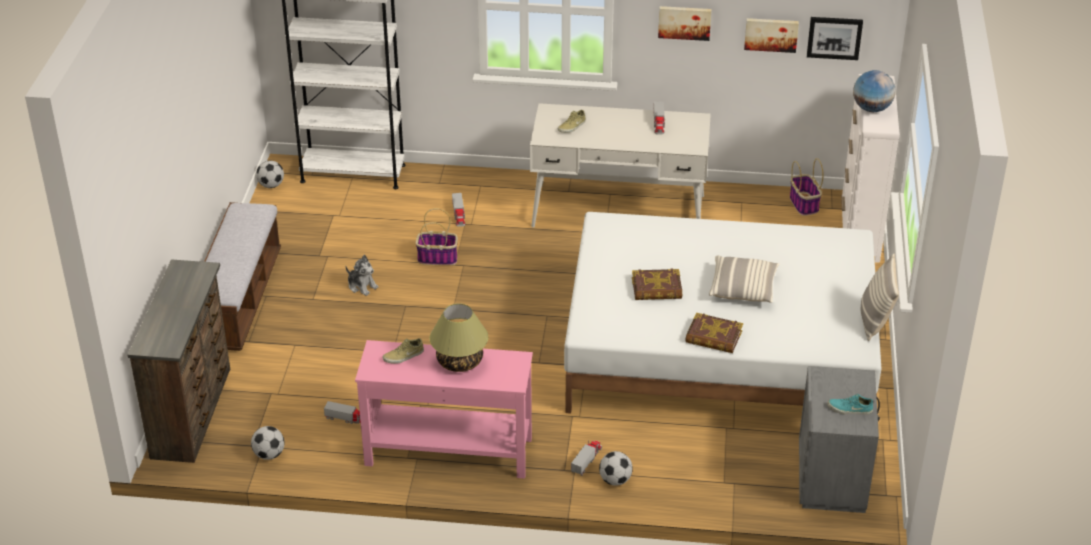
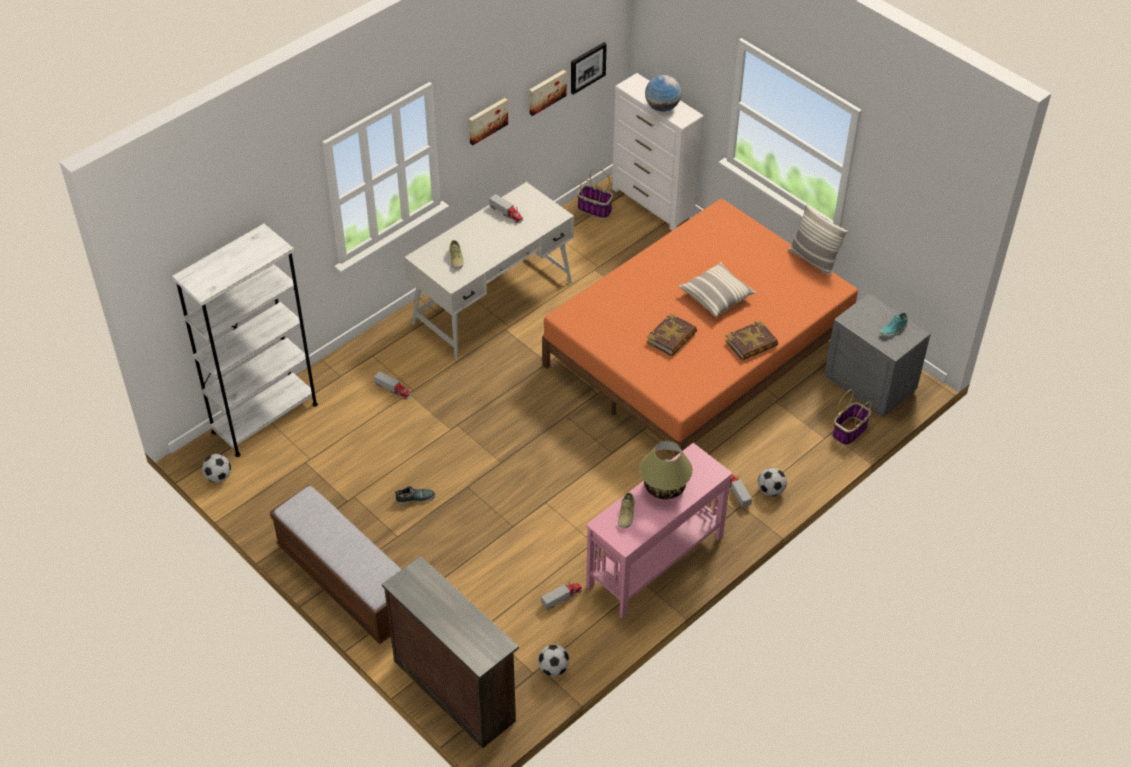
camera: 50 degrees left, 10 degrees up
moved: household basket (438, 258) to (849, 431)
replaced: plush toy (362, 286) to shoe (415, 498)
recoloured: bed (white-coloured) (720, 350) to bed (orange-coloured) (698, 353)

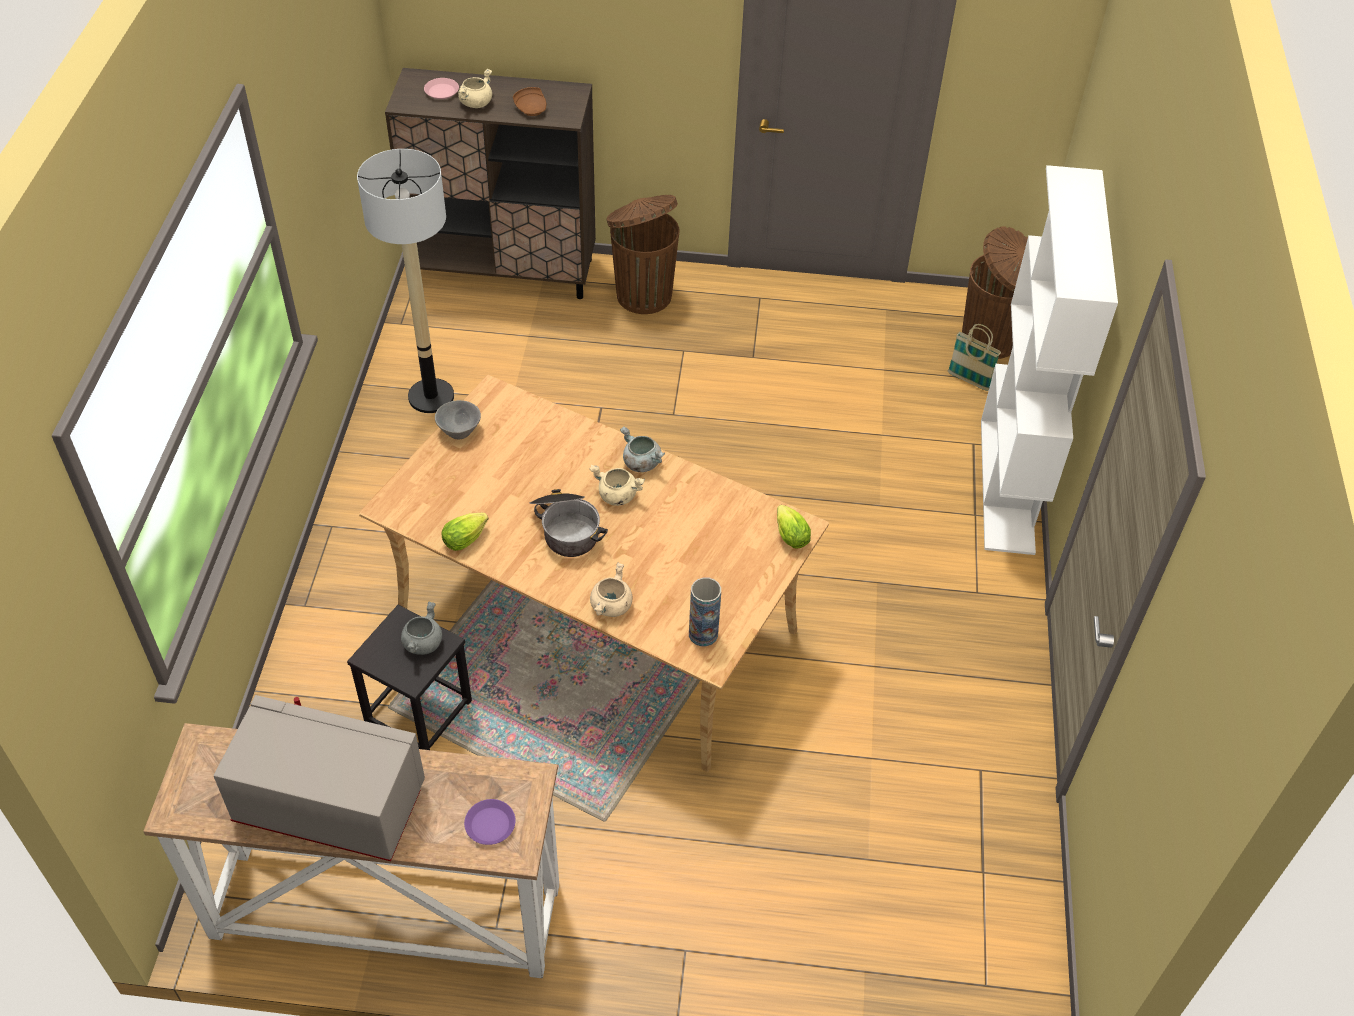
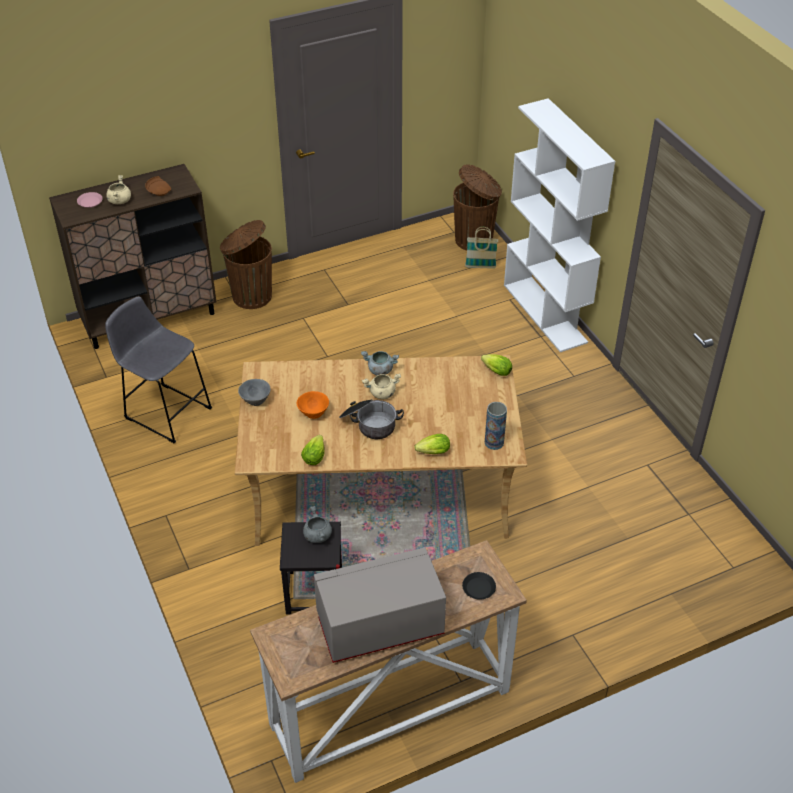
camera: 30 degrees left, 5 degrees down
added: deep dish (orange-coloured) (314, 412)
replaced: standing lamp (431, 396) to stool (greyish) (165, 411); stockpot (beige-coloured) (611, 607) to lettuce head (431, 452)
recoloured: plate (purple-coloured) (490, 824) to plate (black) (479, 588)

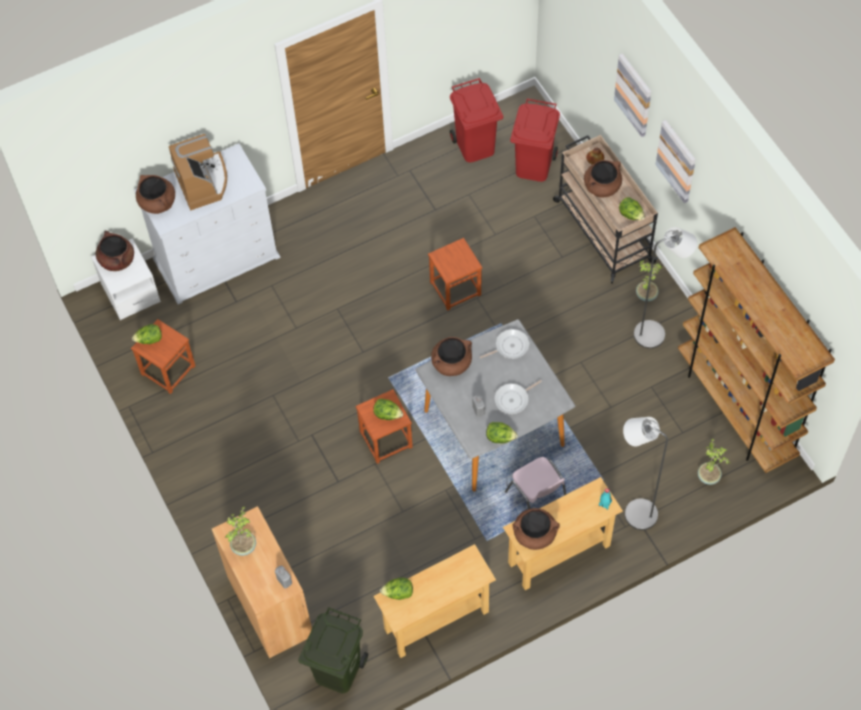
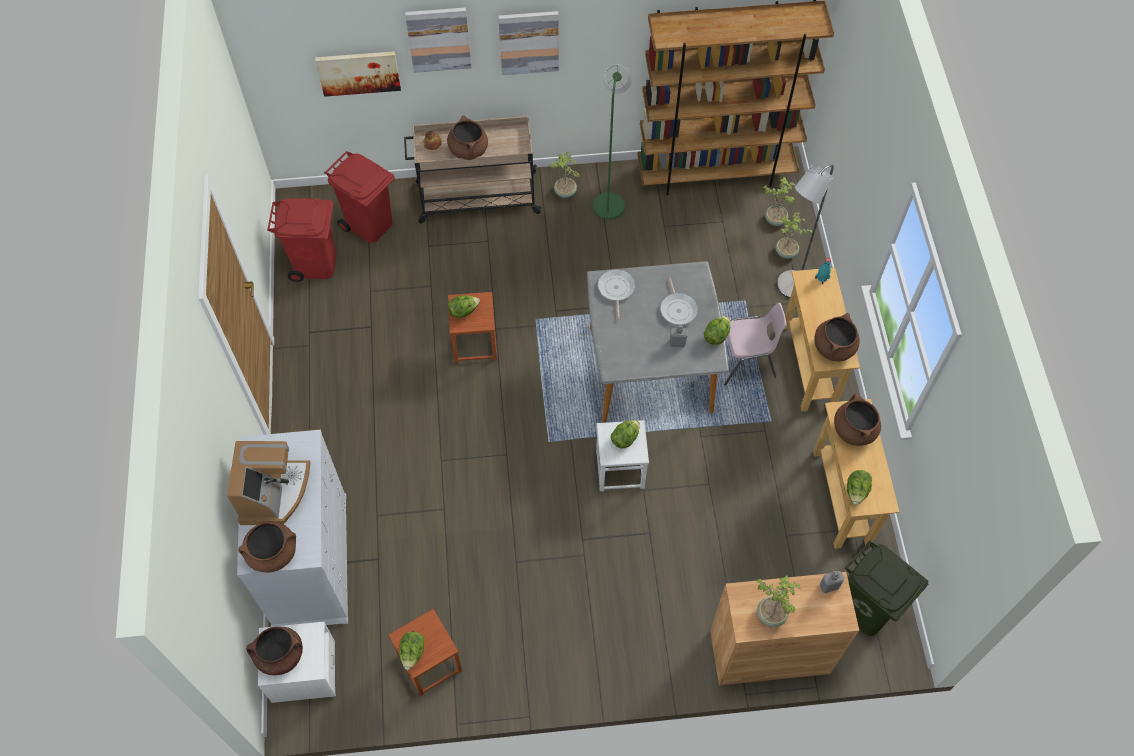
camera: 70 degrees left, 0 degrees up
added: wall art (358, 72); plant in a pot (786, 253)
moved: lettuce head (631, 215) to (463, 311); stockpot (brown-coloured) (451, 363) to (854, 430)
recoloured: standing lamp (greyish) (655, 333) to standing lamp (green-coloured) (610, 201); stool (brown-coloured) (386, 439) to stool (white-coloured) (620, 469)
turned: coffee maker (203, 182) = (274, 493) 90 degrees clockwise

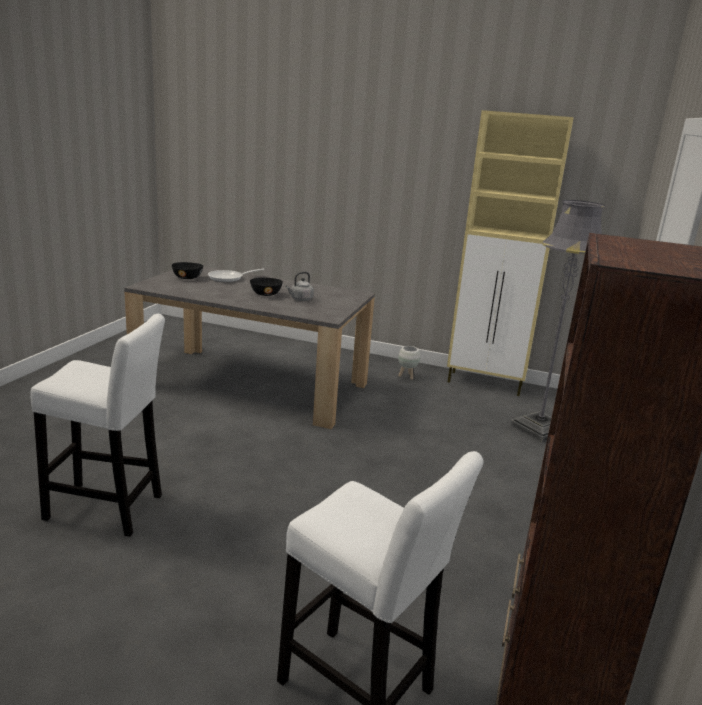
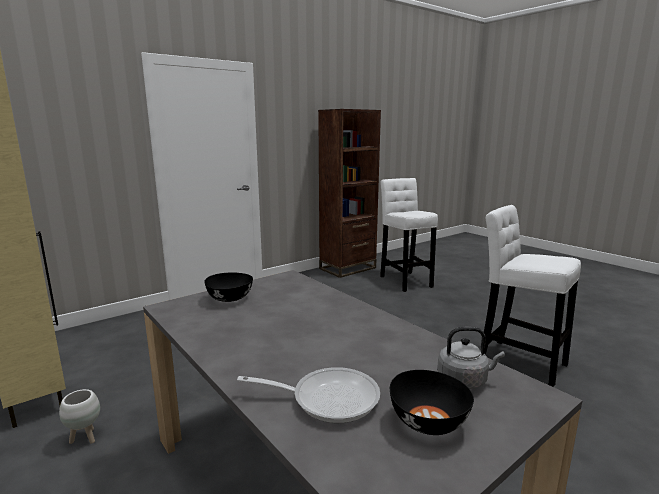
camera: 145 degrees left, 5 degrees down
removed: standing lamp (greyish) (539, 429)
moved: tea kettle (greyish) (300, 299) to (464, 380); deep dish (black) (266, 294) to (229, 298)

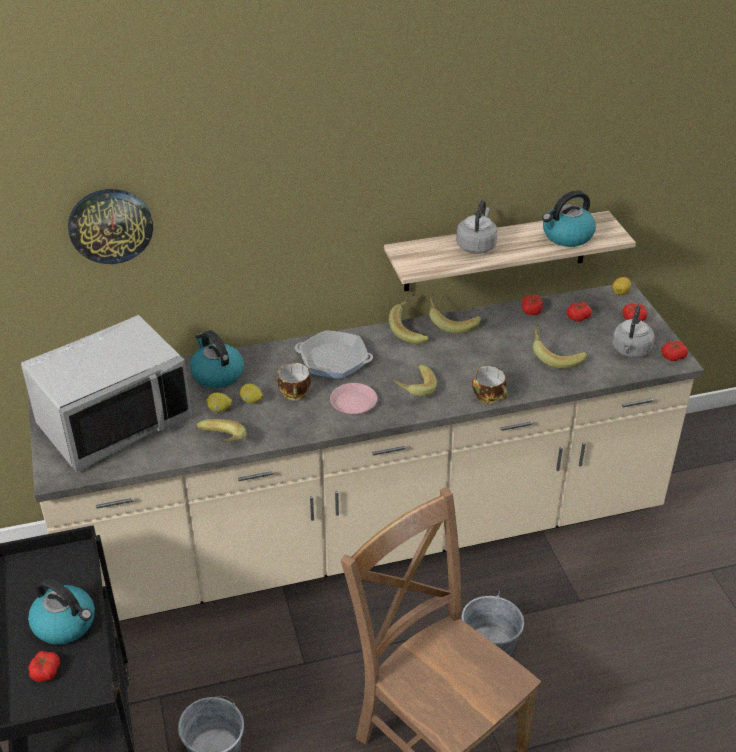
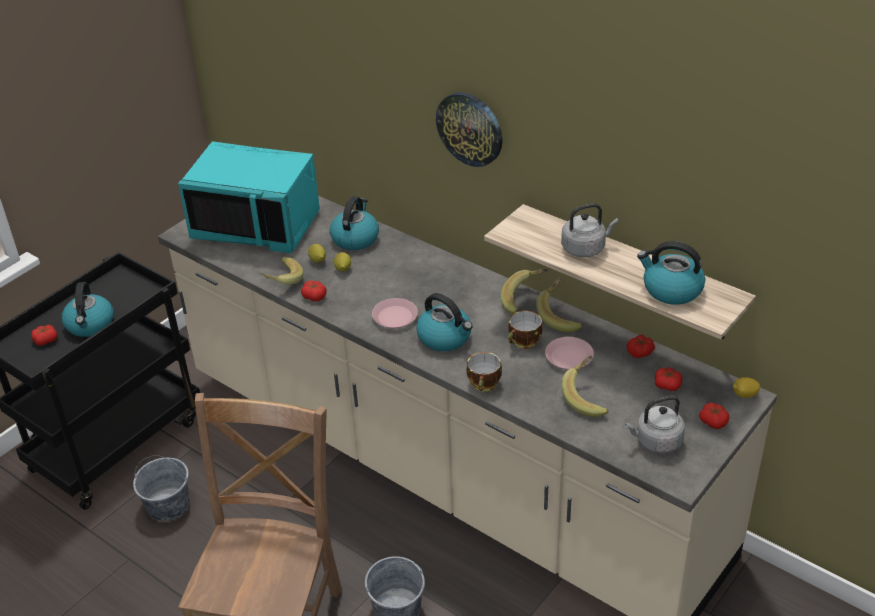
camera: 55 degrees right, 0 degrees up
removed: skillet (333, 360)
added: plate (pink-coloured) (568, 357)
moved: hanging clock (110, 225) to (470, 128); whole tomato (673, 356) to (314, 296); drinking cup (295, 394) to (524, 342)
replaced: banana (411, 389) to tea kettle (445, 337)
recoloured: microwave (greyish) (114, 421) to microwave (blue-green) (257, 225)

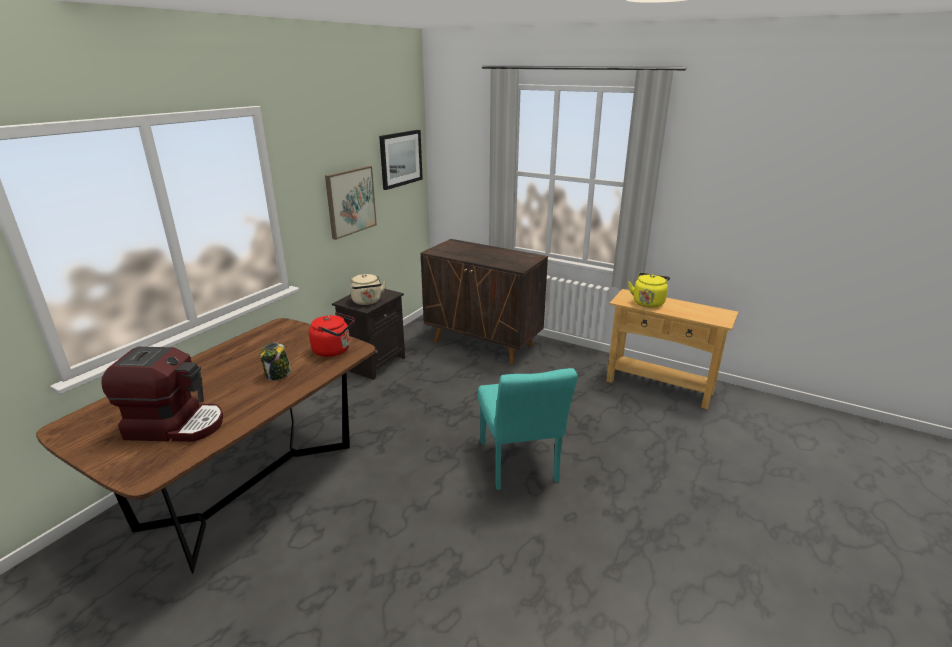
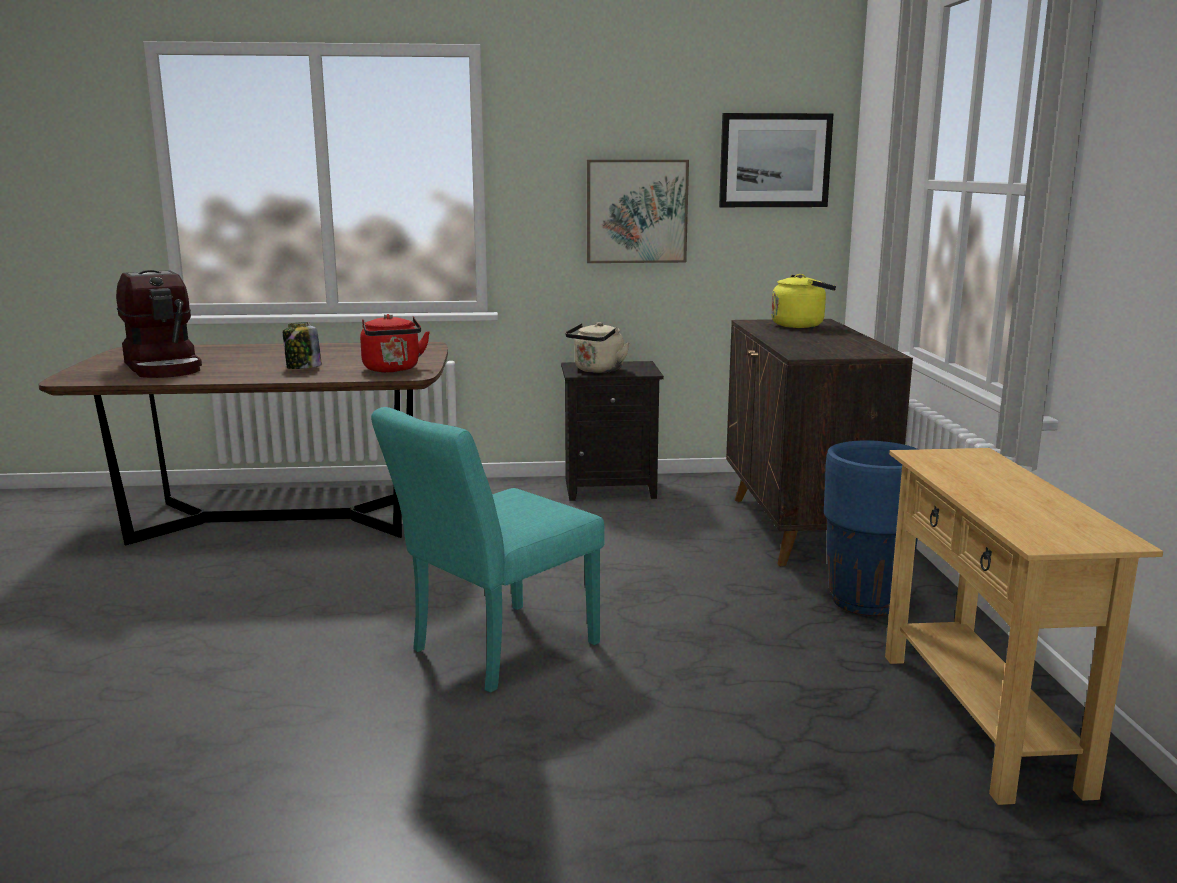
camera: 55 degrees right, 10 degrees down
added: planter (blue) (866, 602)
moved: tea kettle (yellow-coloured) (648, 302) to (800, 325)

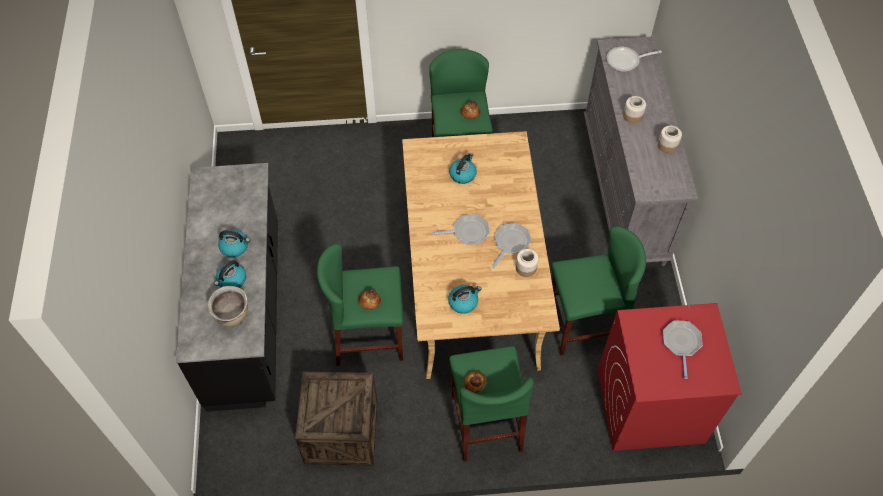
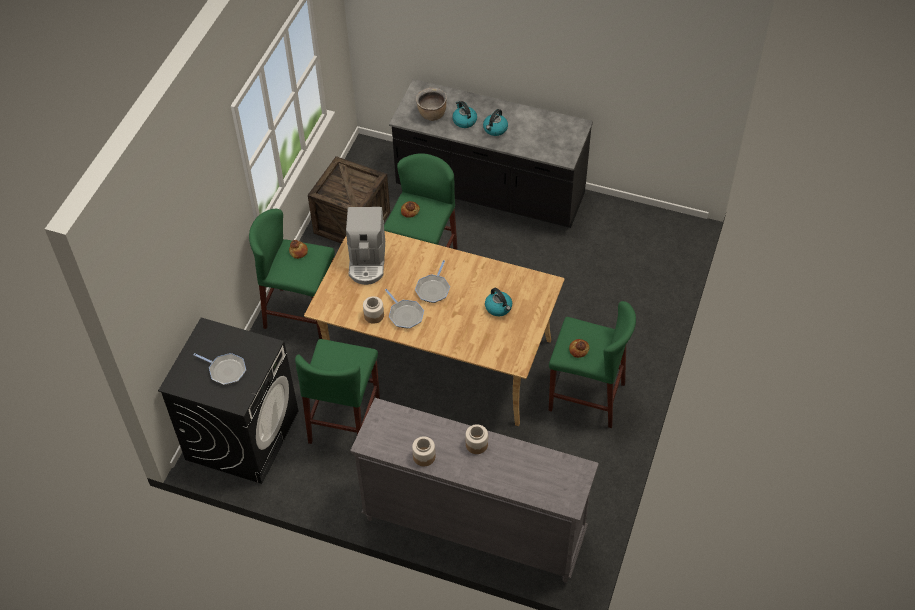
camera: 115 degrees right, 5 degrees down
removed: skillet (626, 61)
replaced: tea kettle (463, 302) to coffee maker (367, 261)
recoloured: washing machine (red-coloured) (649, 405) to washing machine (black) (242, 434)

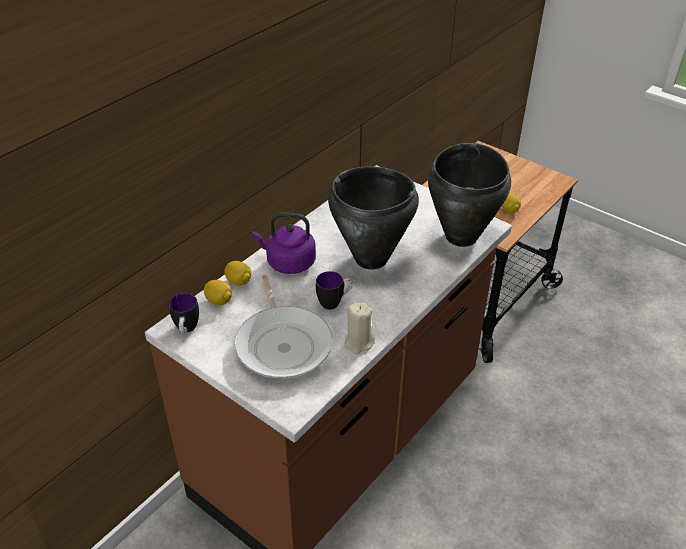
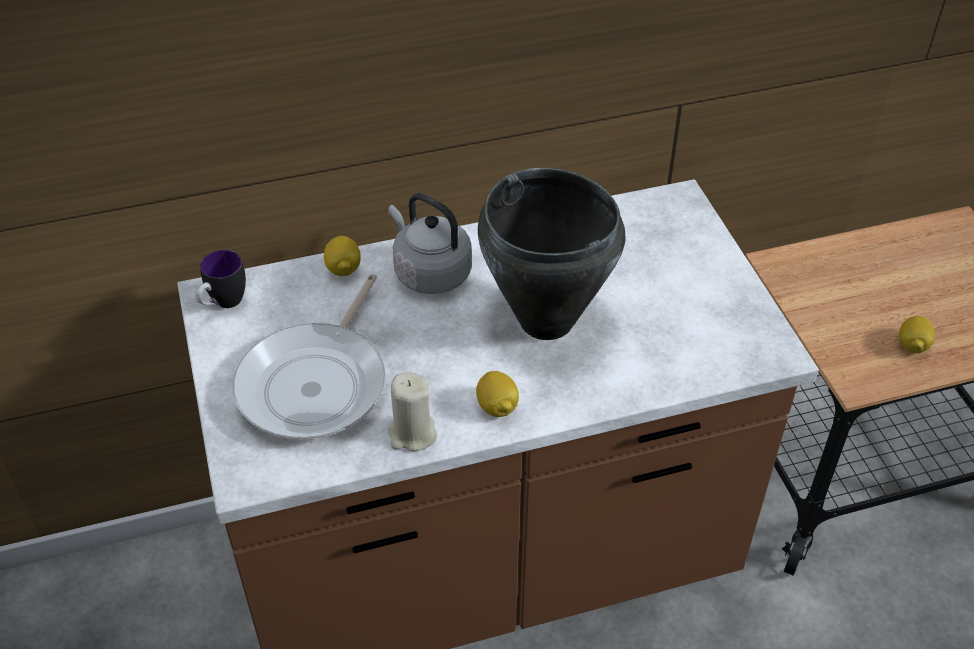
camera: 35 degrees right, 5 degrees up
removed: stockpot (black) (462, 236); tea mug (334, 302)
moved: lemon (219, 301) to (497, 407)
recoloured: tea kettle (purple-coloured) (288, 263) to tea kettle (greyish) (429, 272)

